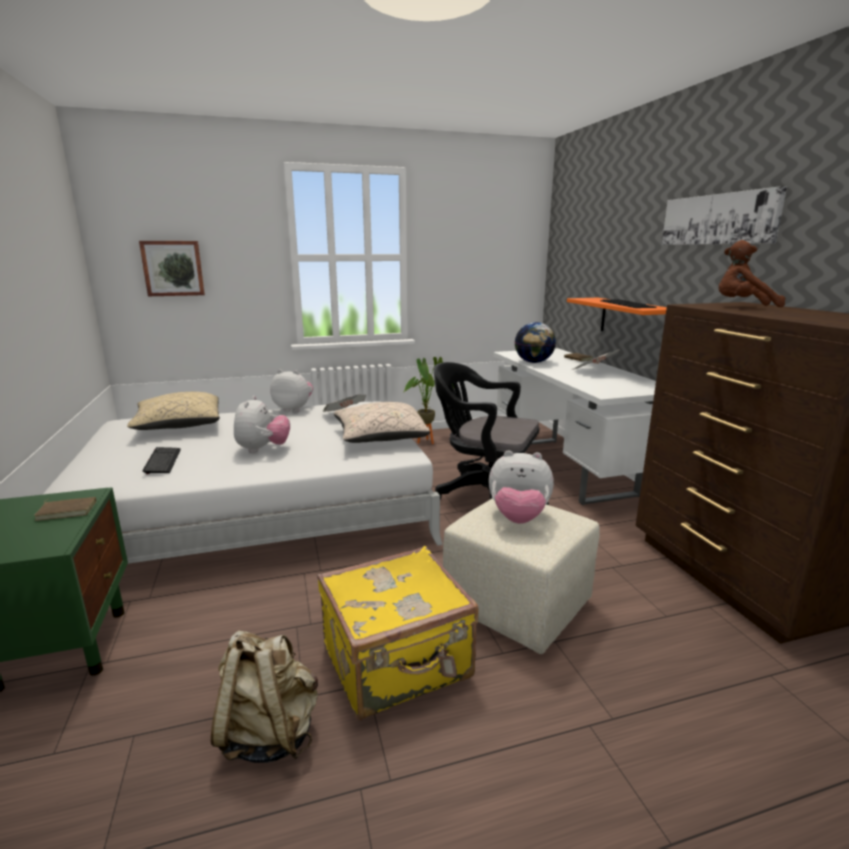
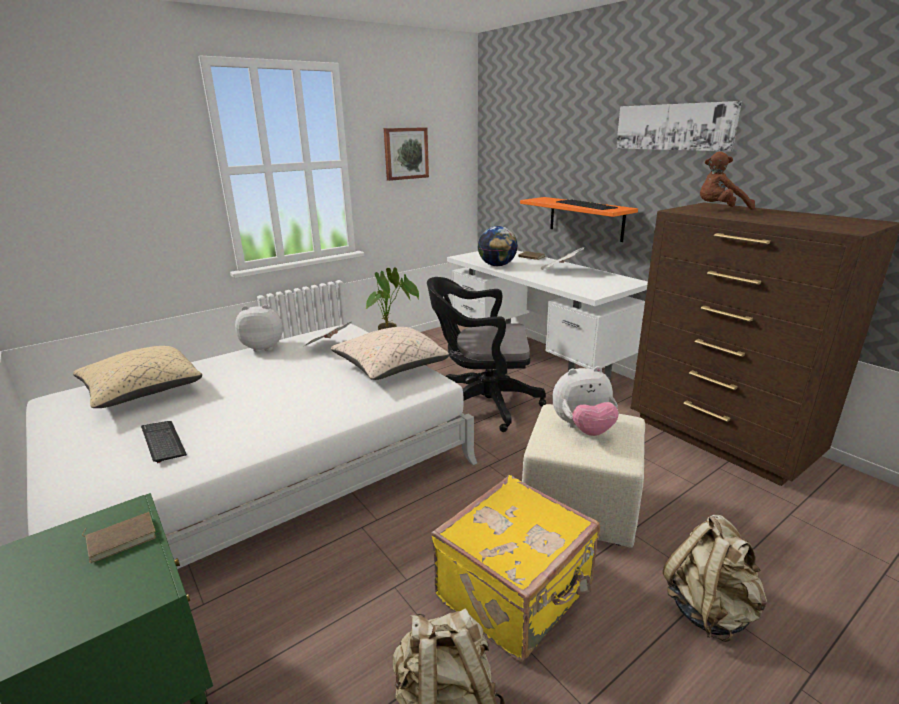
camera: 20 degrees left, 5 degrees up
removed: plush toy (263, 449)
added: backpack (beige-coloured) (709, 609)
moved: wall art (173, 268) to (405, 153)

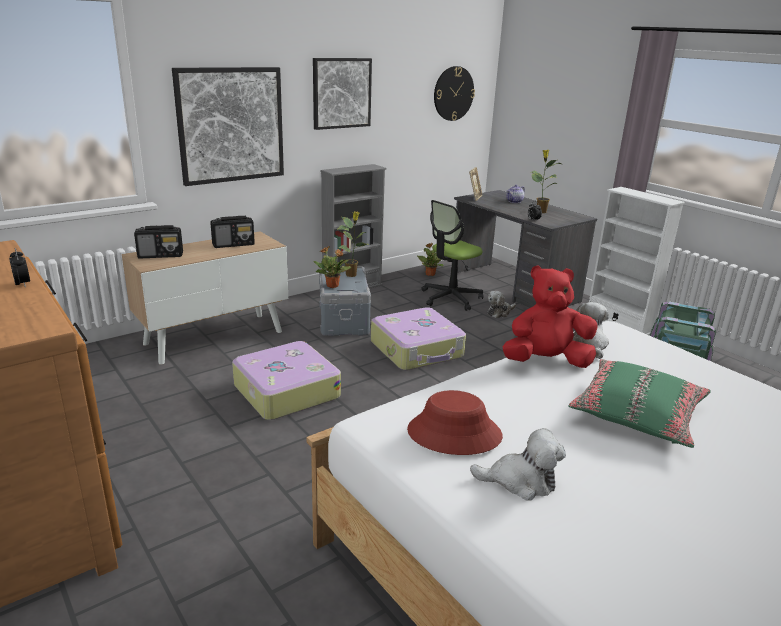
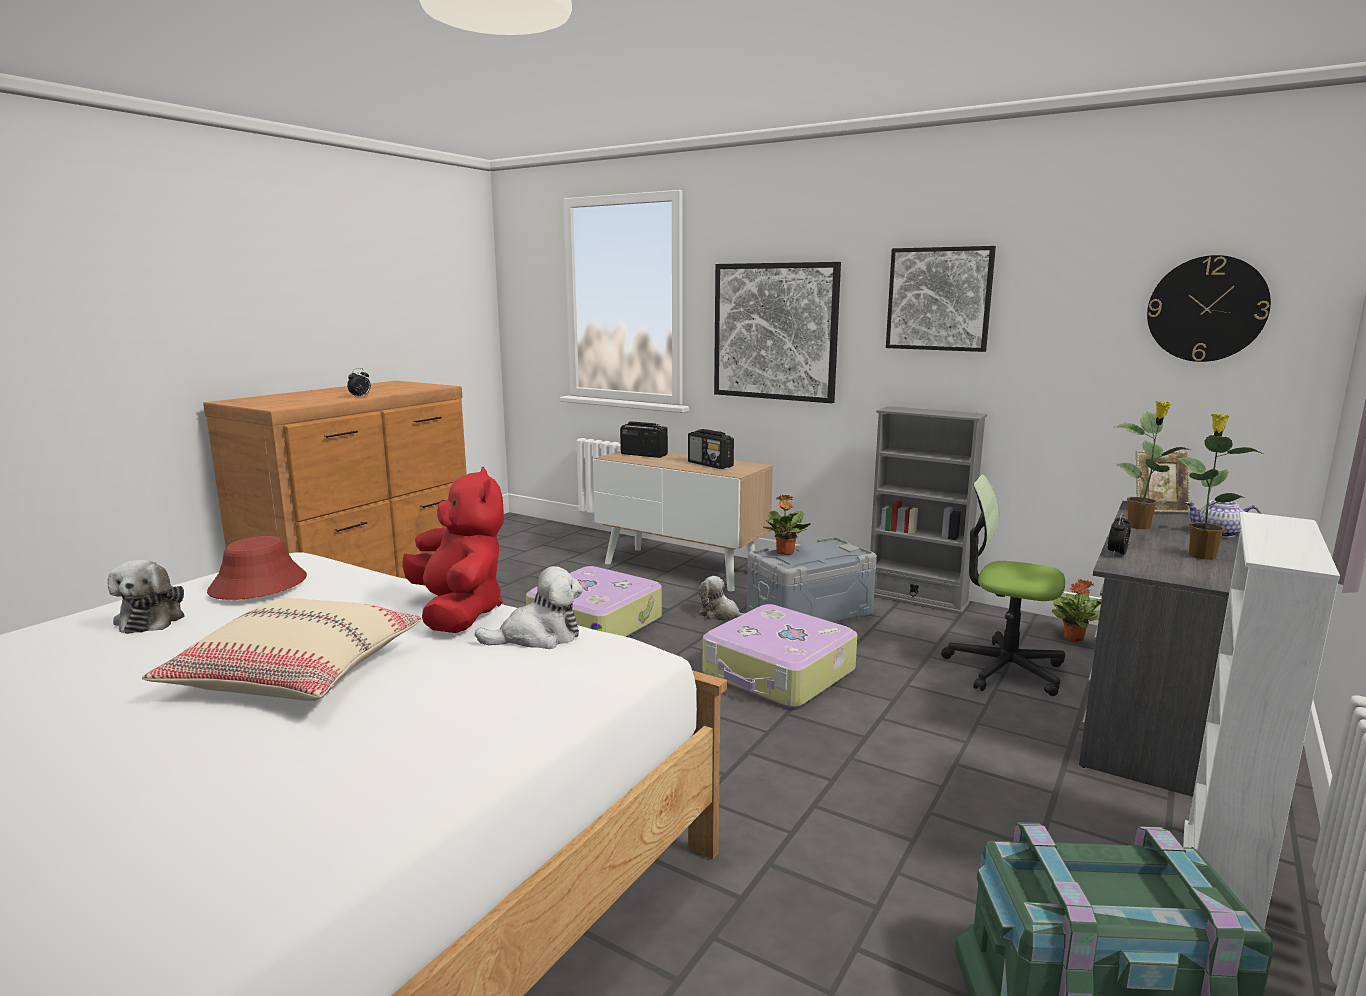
camera: 70 degrees right, 10 degrees down
moved: plant in a pot (352, 275) to (1139, 526); plush toy (499, 312) to (721, 615)
recoloured: cushion (green-coloured) (637, 414) to cushion (beige-coloured) (296, 672)
turned: radio set (161, 255) = (643, 455) 150 degrees clockwise

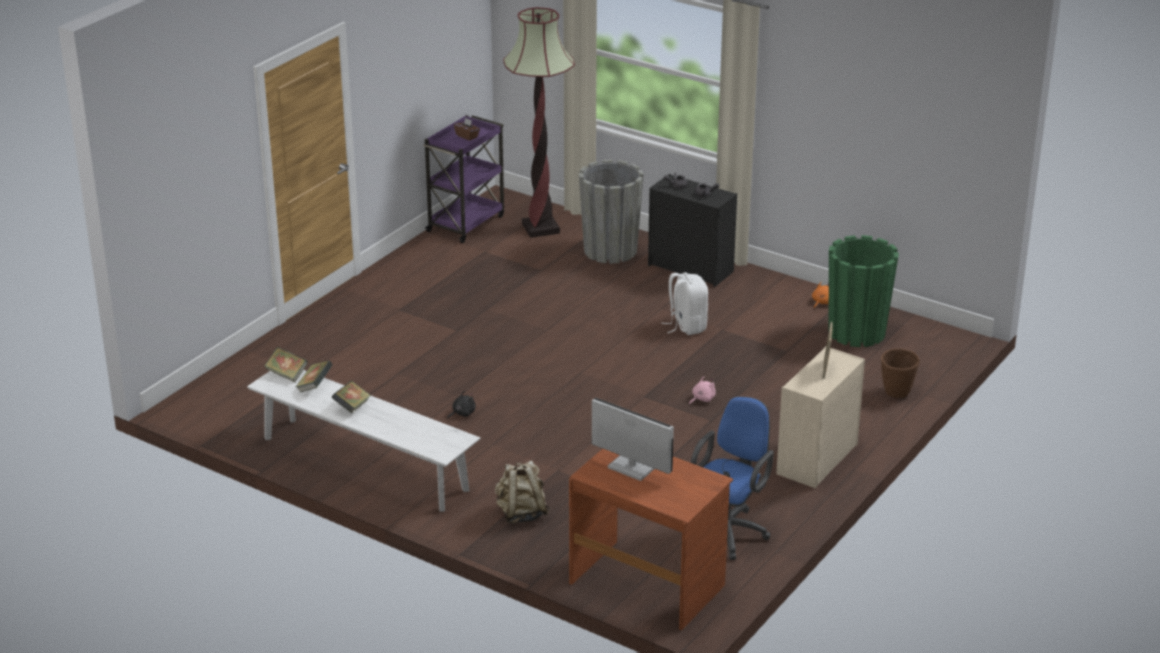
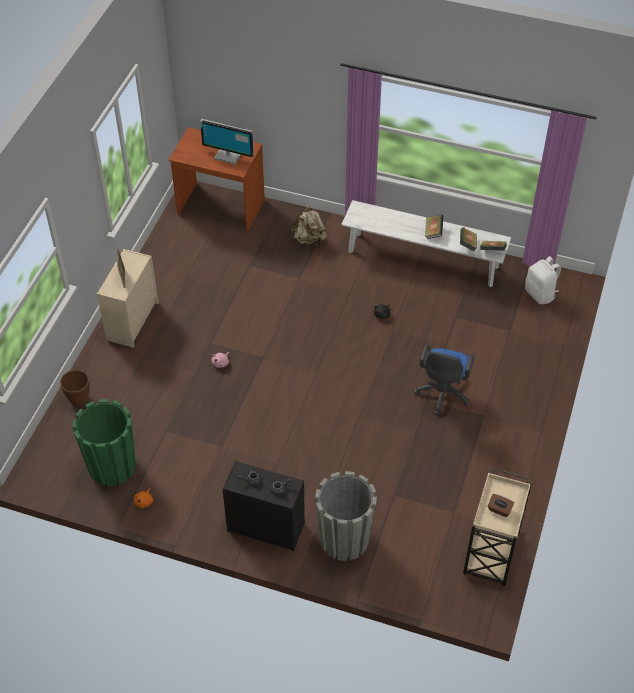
camera: 165 degrees right, 20 degrees up
removed: standing lamp (541, 228)
moved: backpack (white-coloured) (686, 326) to (540, 294); computer chair (blue) (728, 530) to (442, 395)
recoloured: wheeled cart (purple-coloured) (466, 223) to wheeled cart (beige-coloured) (491, 555)

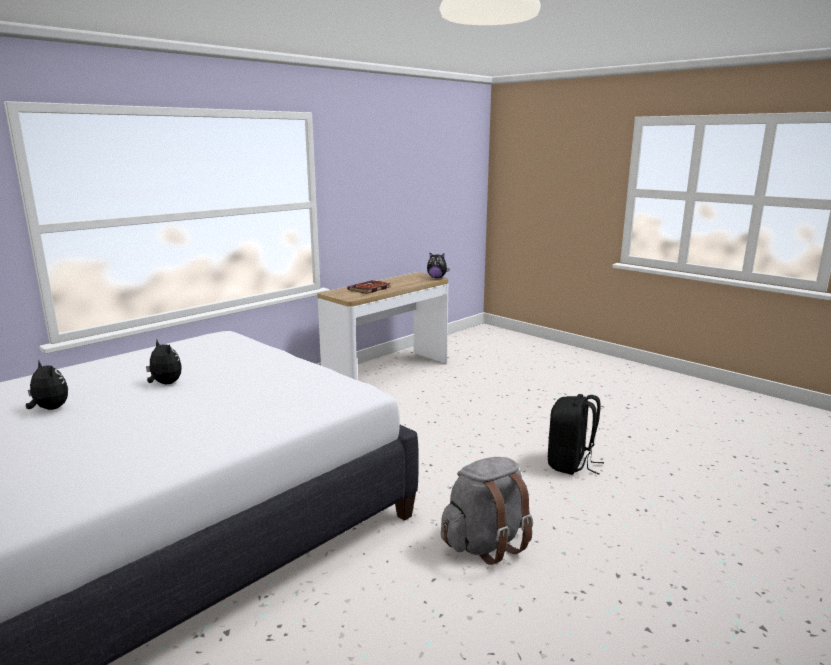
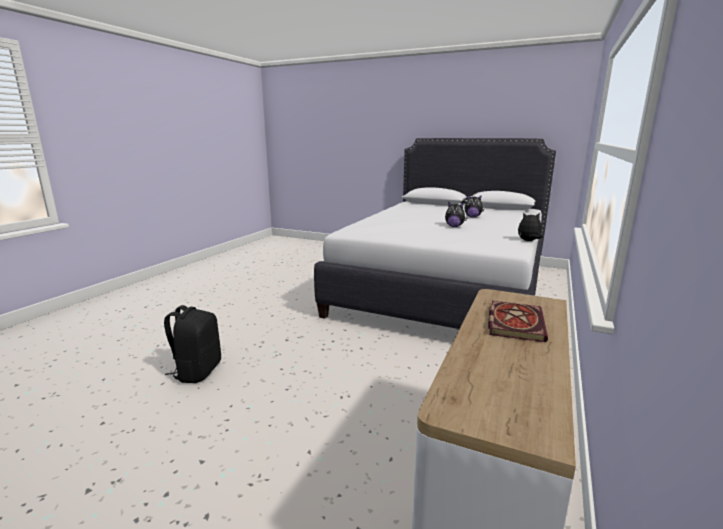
camera: 160 degrees right, 0 degrees up
removed: backpack (greyish) (486, 543)
moved: plush toy (437, 277) to (529, 241)

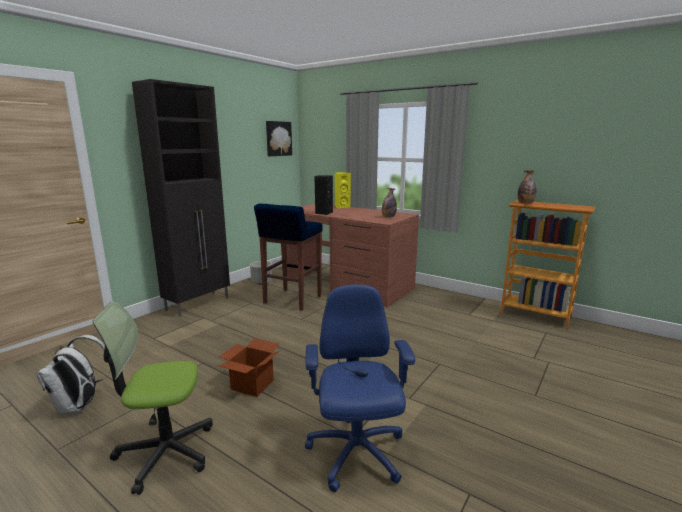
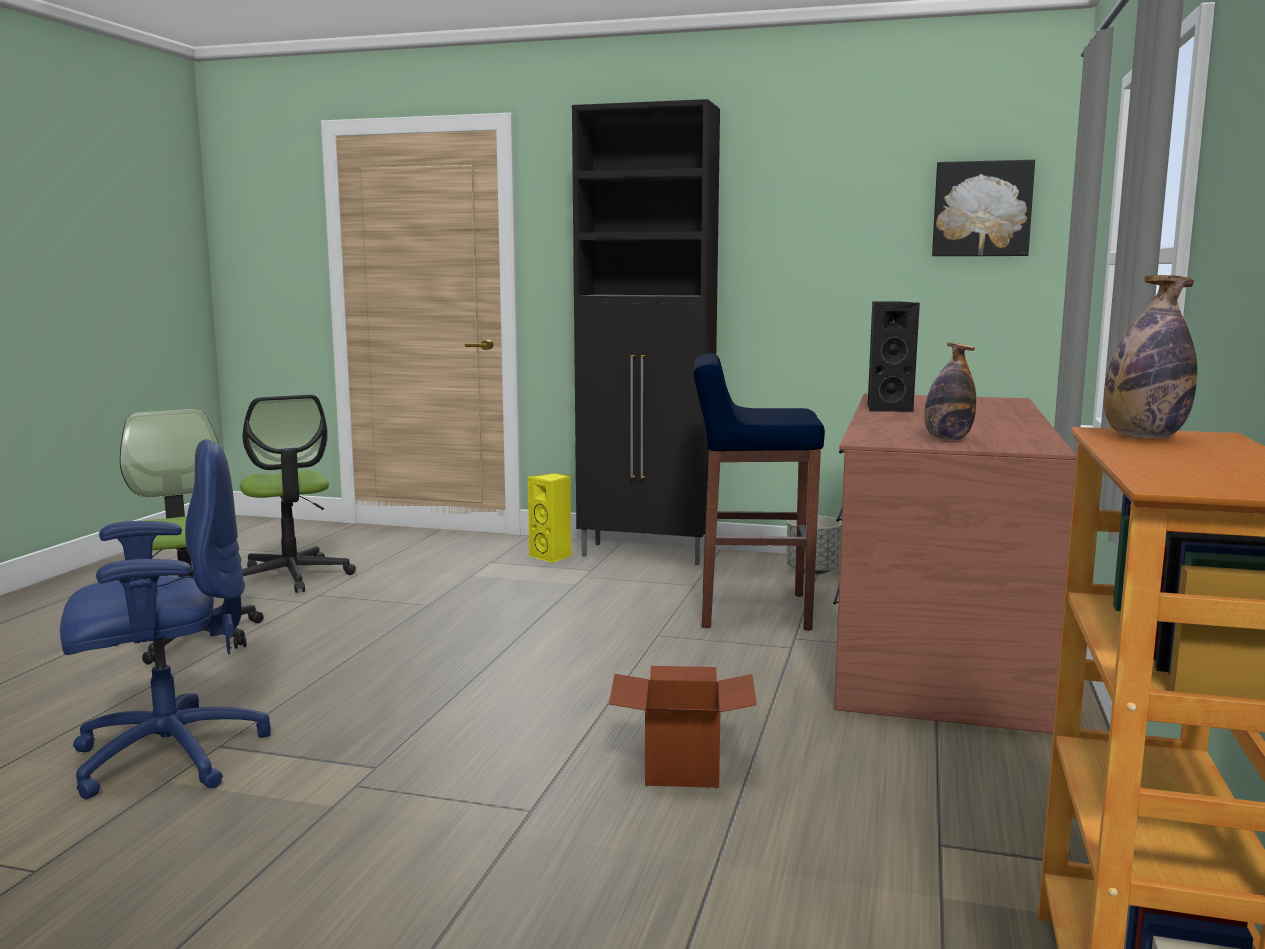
camera: 70 degrees right, 5 degrees down
moved: loudspeaker (yellow-coloured) (341, 207) to (552, 557); packing box (252, 385) to (682, 768)
replaced: backpack (white-coloured) (79, 406) to computer chair (291, 577)

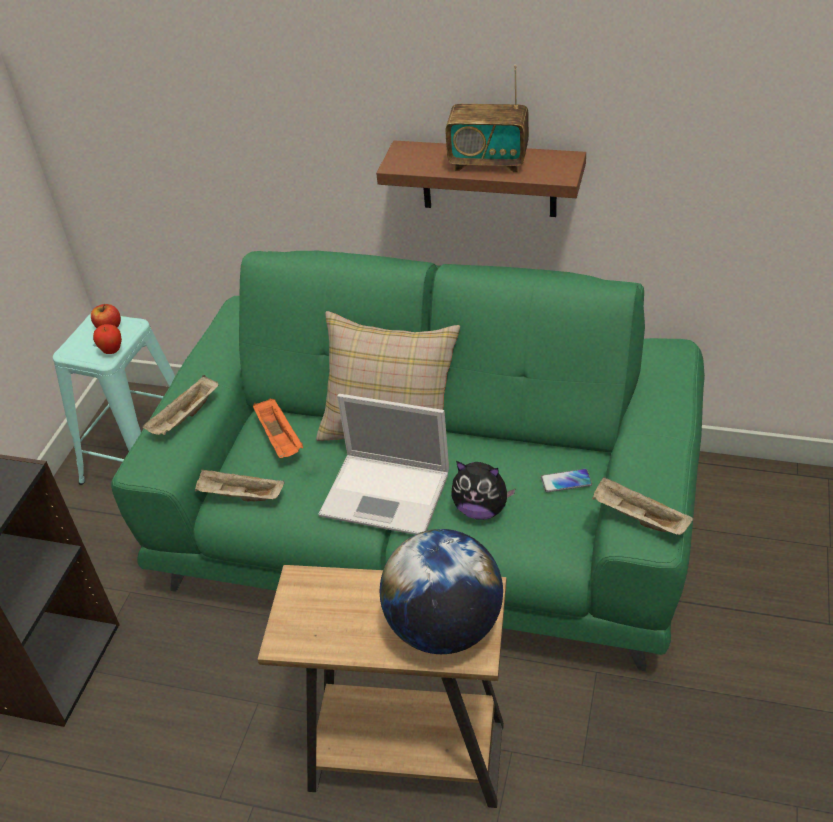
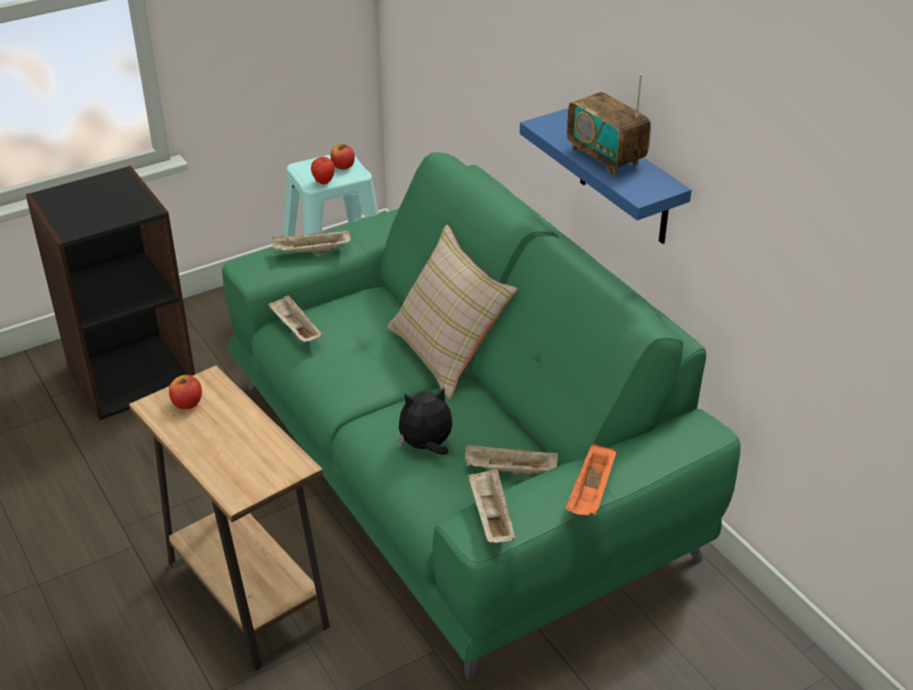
camera: 40 degrees right, 5 degrees down
removed: laptop (388, 494); desk globe (444, 627)
added: apple fruit (187, 403)
moved: serving tray (orange-coloured) (280, 439) to (591, 493)
replaced: telephone (566, 481) to serving tray (beige-coloured) (509, 471)
recoloured: shelf (brown-coloured) (488, 179) to shelf (blue) (624, 179)
turned: plush toy (481, 509) = (426, 446) 105 degrees clockwise

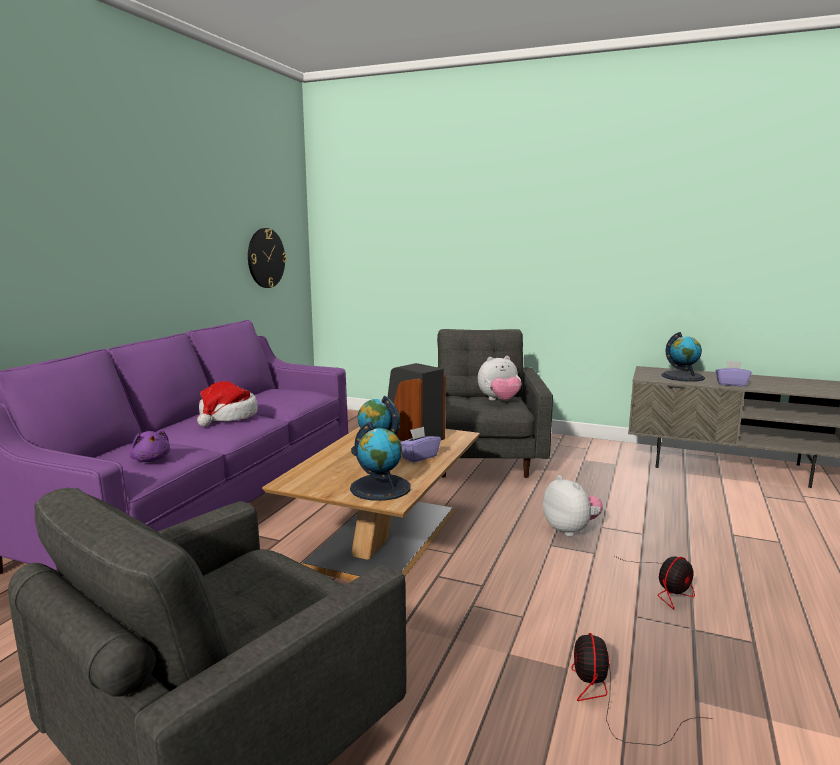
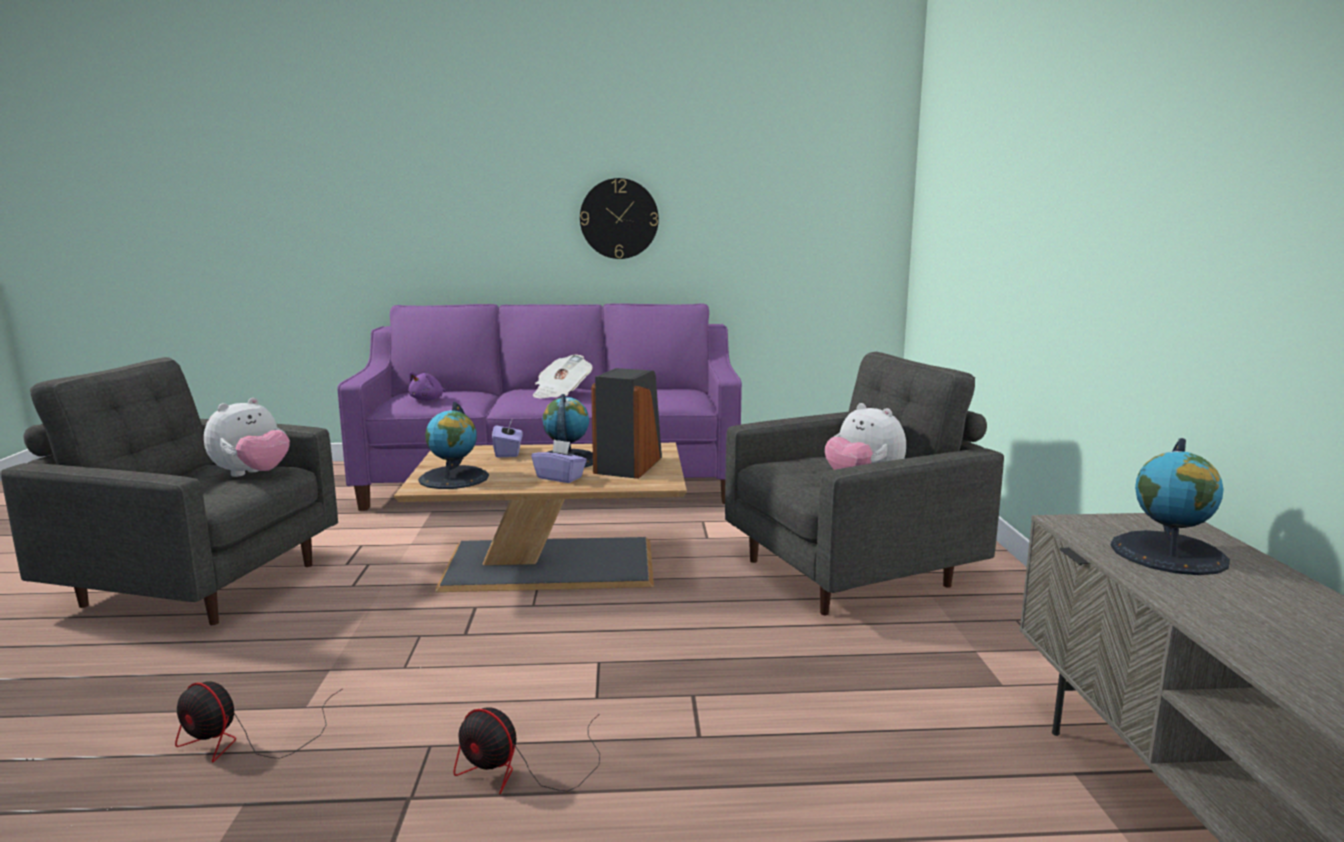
camera: 65 degrees right, 0 degrees up
moved: hanging clock (266, 258) to (619, 218); tissue holder (purple-coloured) (731, 384) to (508, 452); plush toy (570, 529) to (252, 474)
replaced: hat (227, 416) to daily paper (561, 393)
turned: electric fan (610, 701) = (245, 740) 135 degrees counterclockwise

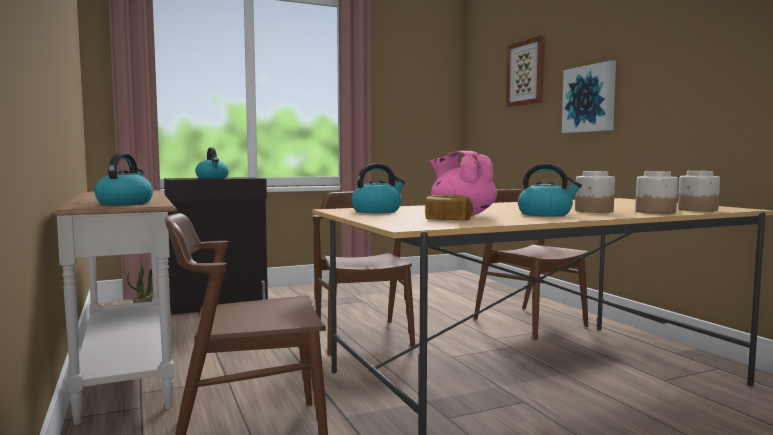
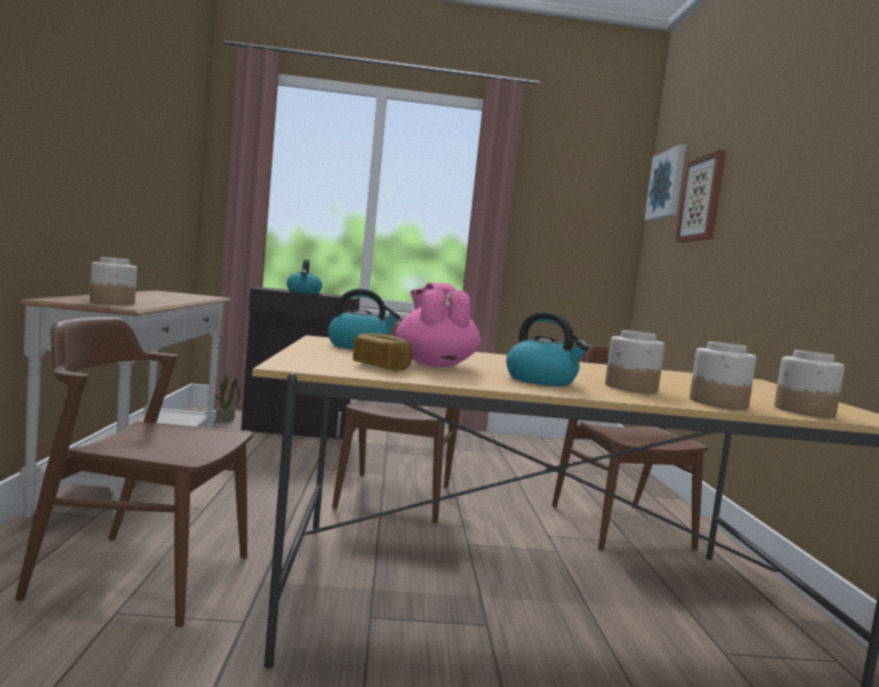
camera: 20 degrees right, 0 degrees up
moved: wall art (589, 99) to (667, 185)
replaced: tea kettle (125, 203) to storage jar (112, 302)

